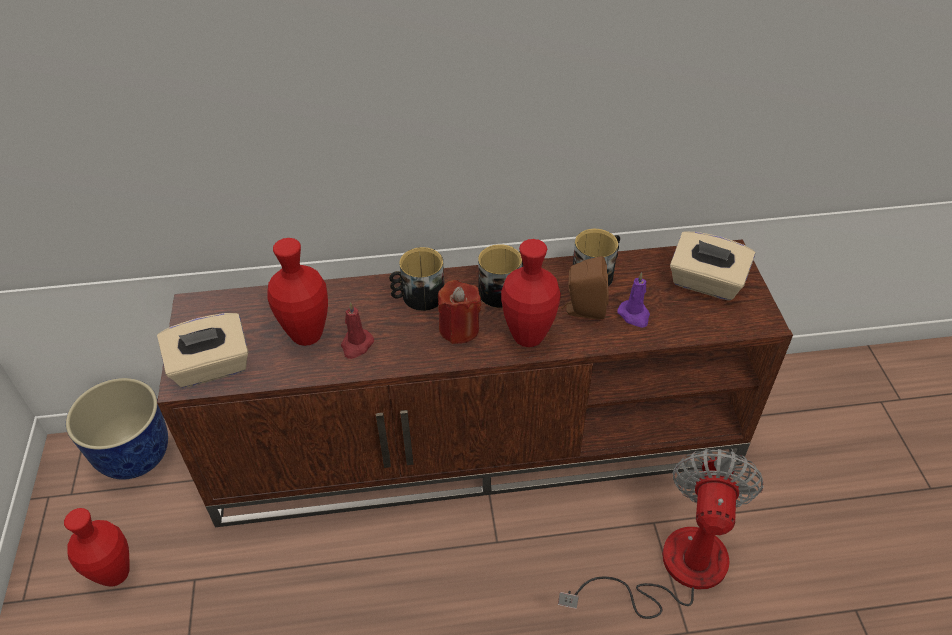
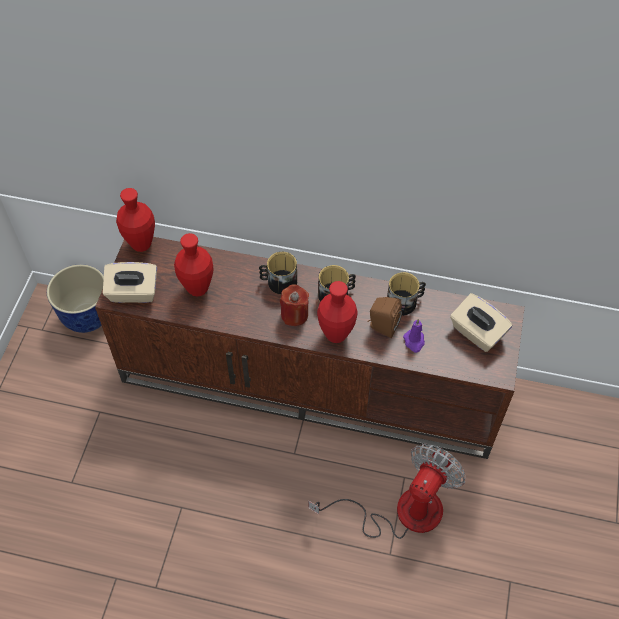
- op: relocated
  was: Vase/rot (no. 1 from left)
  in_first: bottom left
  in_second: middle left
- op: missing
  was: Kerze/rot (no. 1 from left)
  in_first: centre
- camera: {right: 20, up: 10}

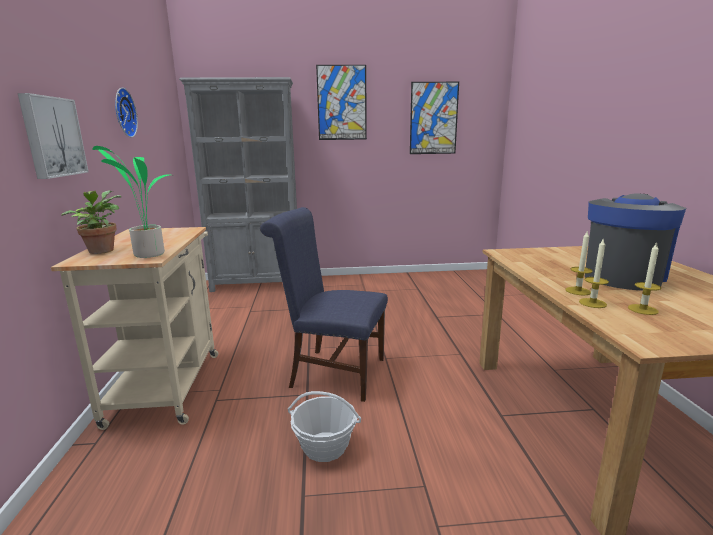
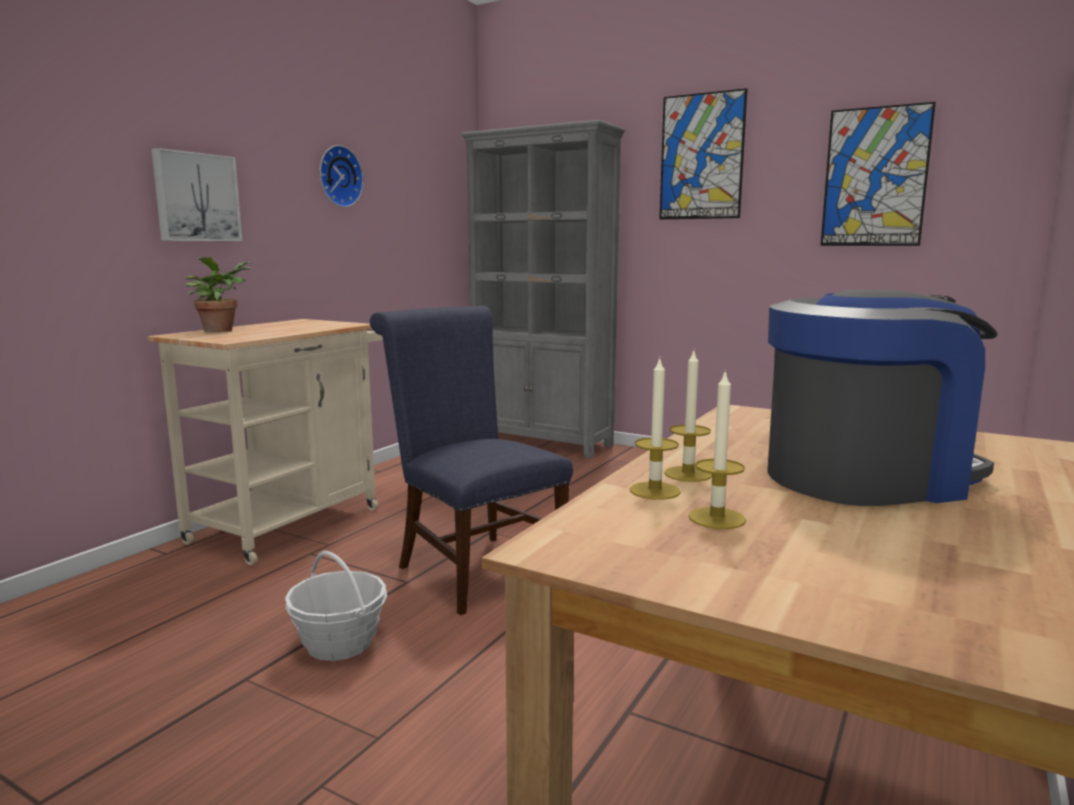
- op: missing
  was: Topfpflanze (no. 2 from left)
  in_first: middle left
- camera: {right: 35, up: -5}

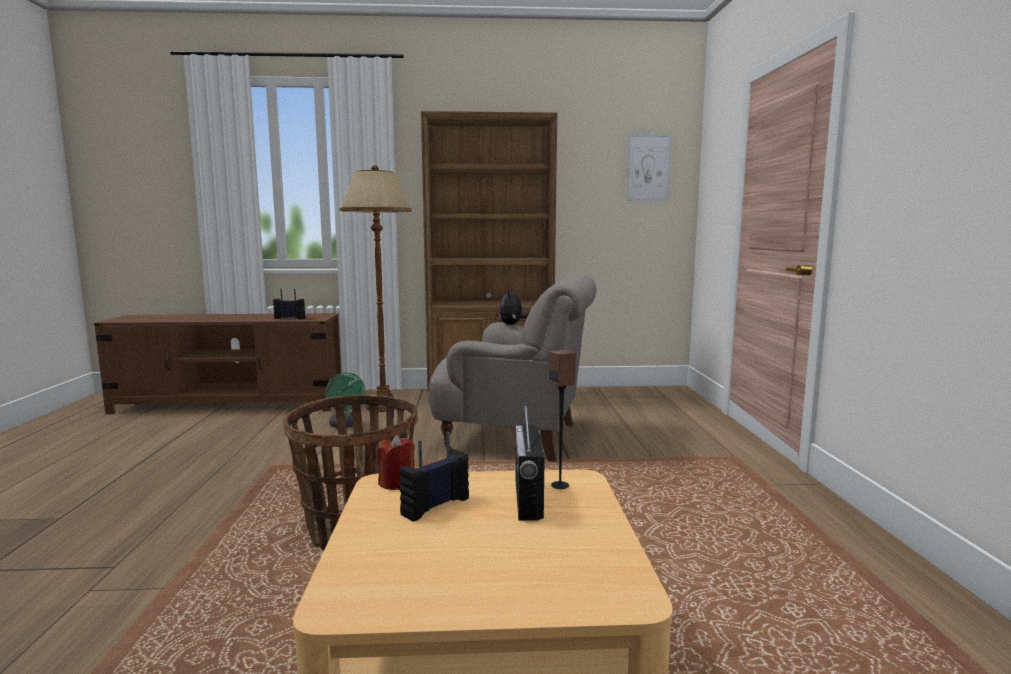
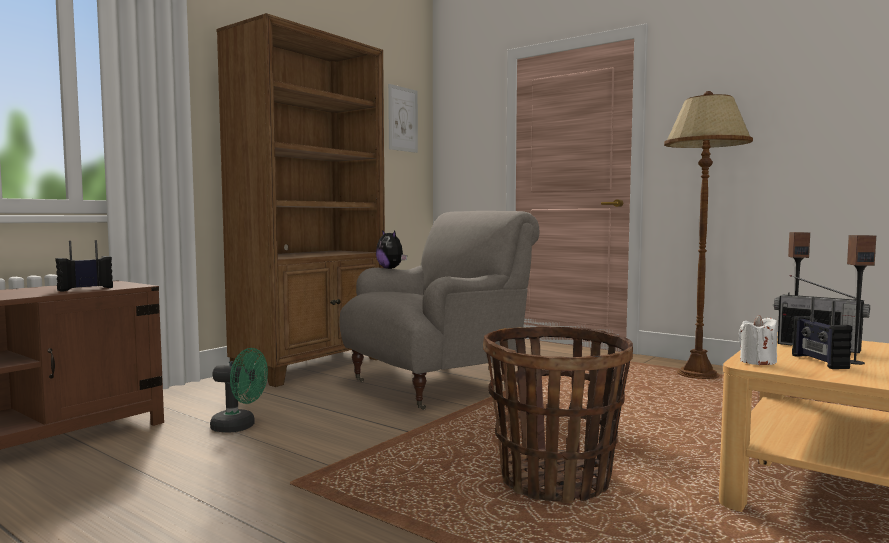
- op: relocated
  was: Stehlampe/braun
  in_first: centre
  in_second: middle right
- op: colour
  was: Kerze/rot
  now: Kerze/weiß
  in_first: bottom centre
  in_second: middle right
- op: appeared
  now: Lautsprecher (no. 2 from left)
  in_second: middle right
- camera: {right: -50, up: -5}

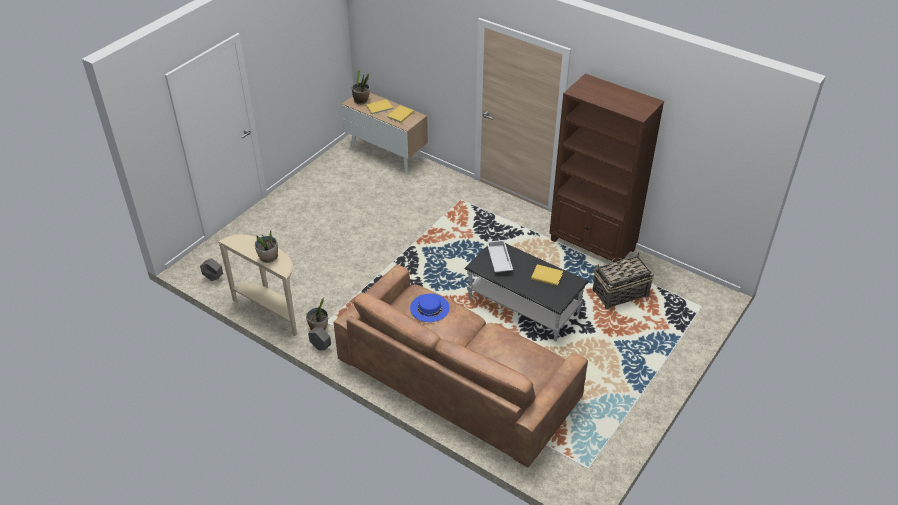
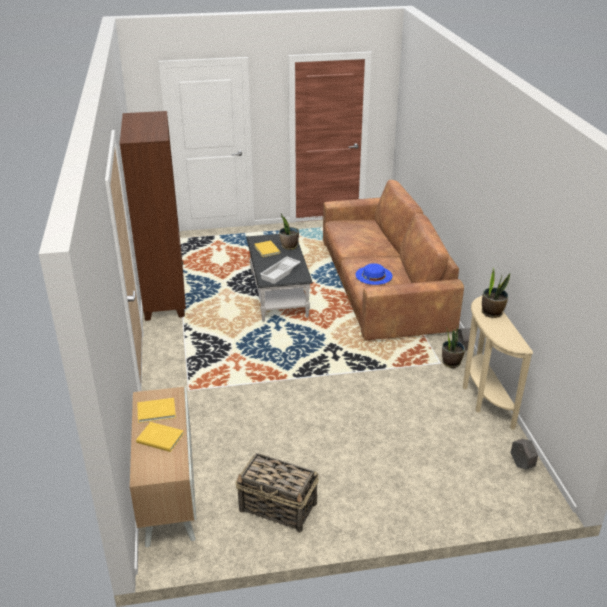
- op: relocated
  was: Topfpflanze (no. 3 from left in the first image)
  now: Topfpflanze (no. 1 from left)
  in_first: top centre
  in_second: centre
- op: relocated
  was: Korb
  in_first: middle right
  in_second: bottom centre
- camera: {right: -135, up: -10}

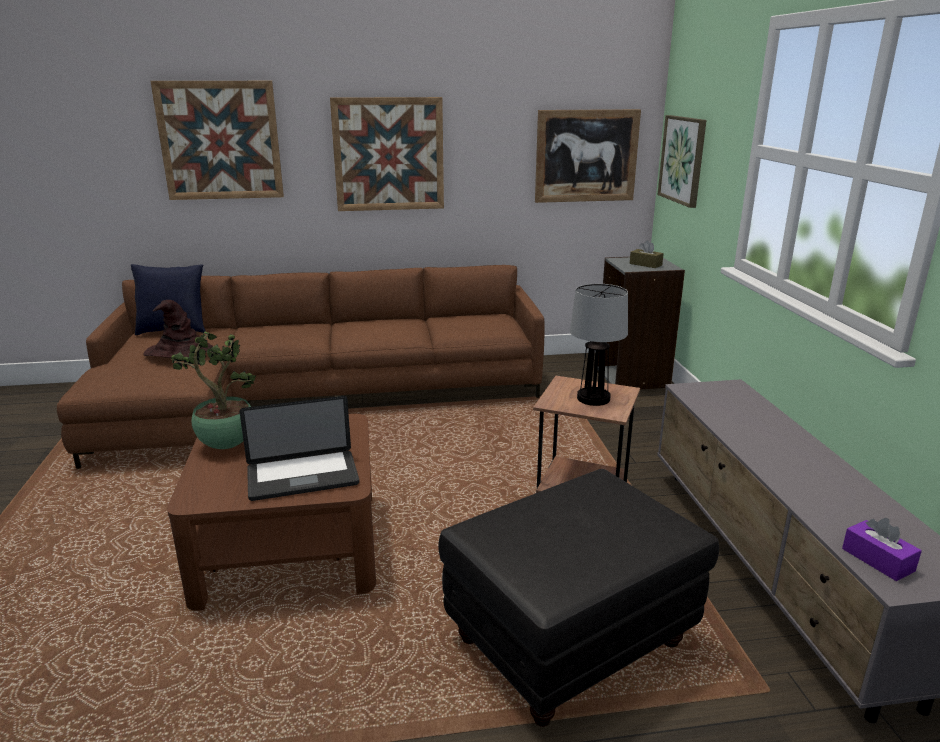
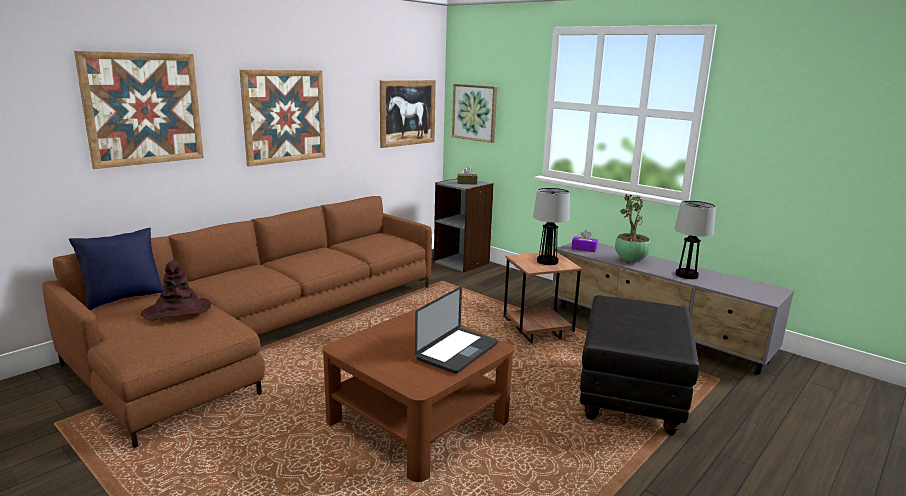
- op: relocated
  was: Topfpflanze
  in_first: middle left
  in_second: middle right
- op: relocated
  was: Taschentuchbox/lila
  in_first: bottom right
  in_second: centre
- op: appeared
  now: Tischlampe (no. 2 from left)
  in_second: middle right
- camera: {right: -40, up: -5}

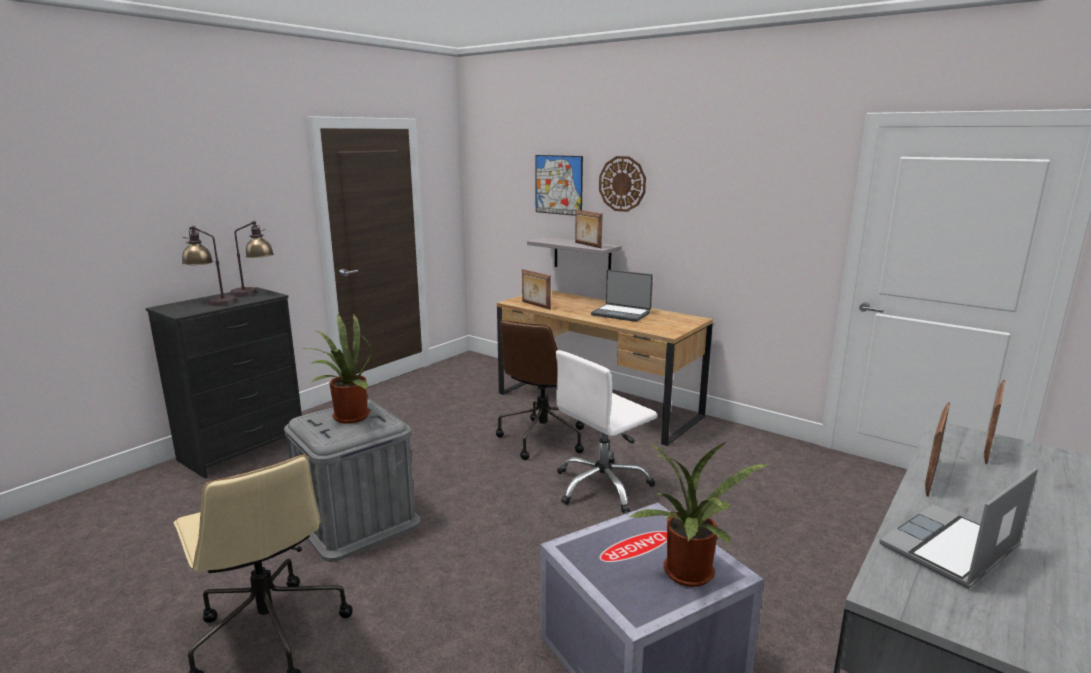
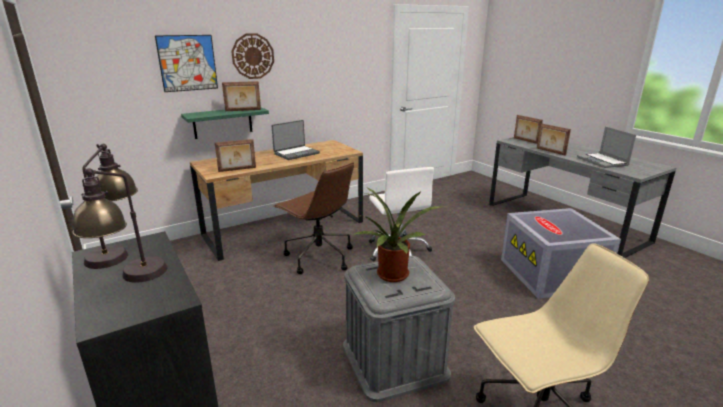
- op: colour
  was: Wandregal/grau
  now: Wandregal/grün
  in_first: centre
  in_second: top left
- op: missing
  was: Topfpflanze (no. 2 from left)
  in_first: bottom centre
- camera: {right: -70, up: 5}

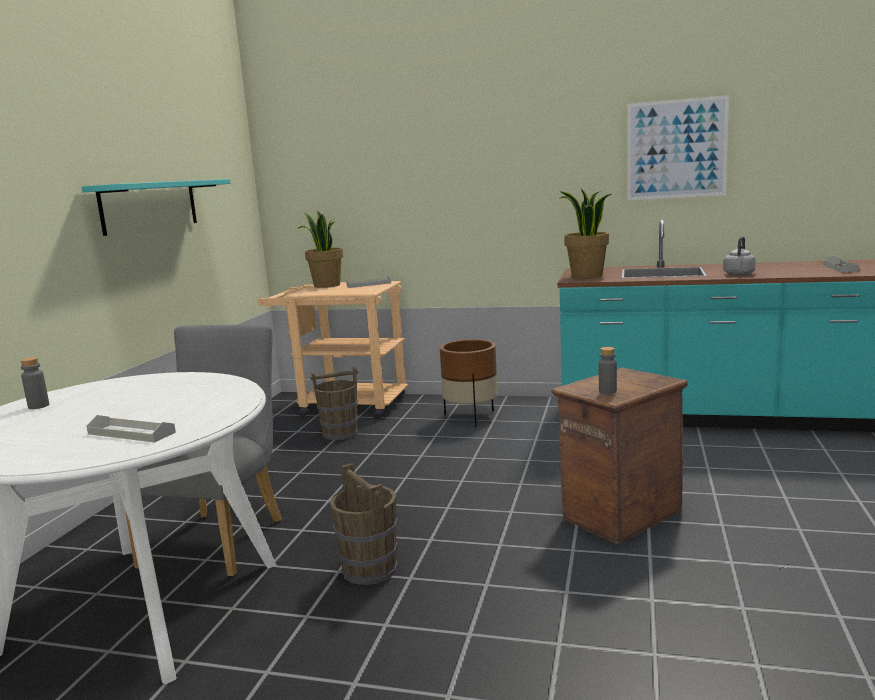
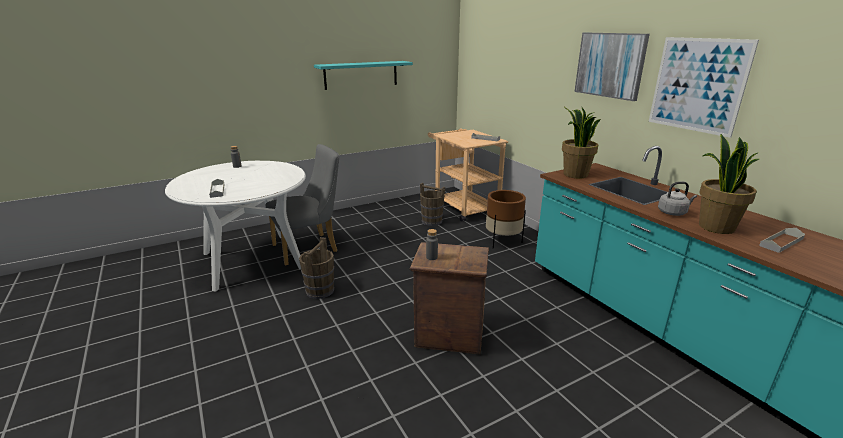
- op: relocated
  was: Topfpflanze (no. 1 from left in the first image)
  now: Topfpflanze (no. 2 from left)
  in_first: centre
  in_second: middle right
- op: appeared
  now: Bild (no. 1 from left)
  in_second: top right
- camera: {right: 45, up: 10}

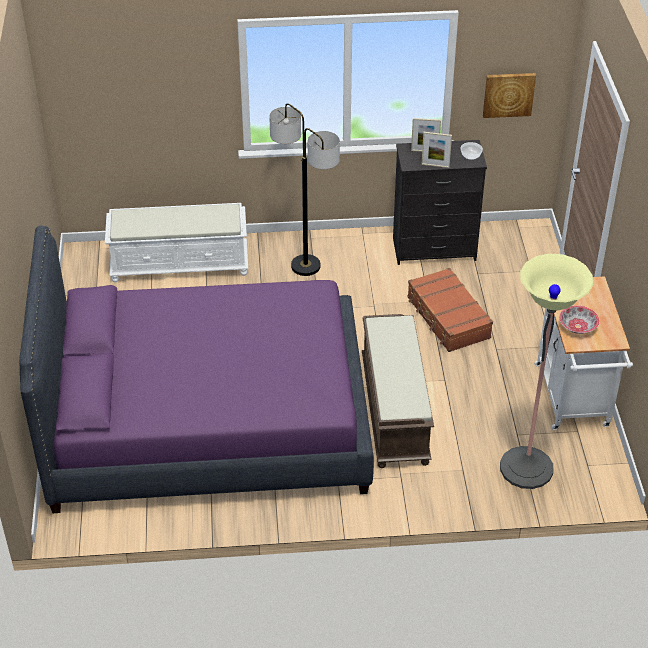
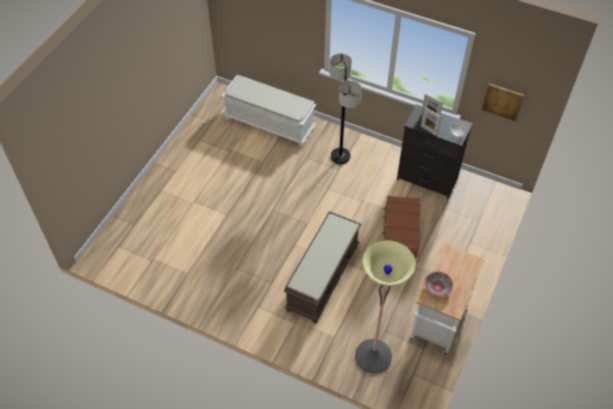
- op: missing
  was: Bett/lila
  in_first: middle left
- camera: {right: 30, up: 10}

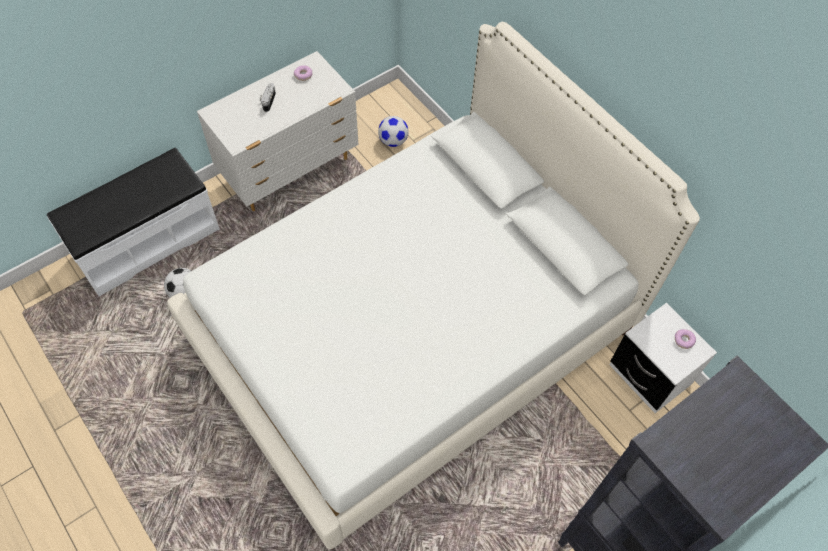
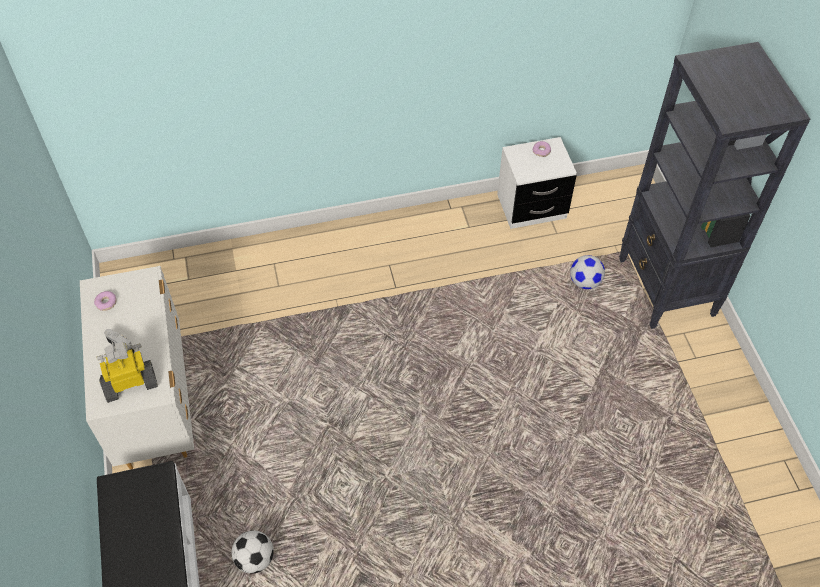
- op: missing
  was: Bett/weiß
  in_first: centre
- op: relocated
  was: Fußball (no. 2 from left)
  in_first: top centre
  in_second: middle right
- op: appeared
  now: Spielzeugroboter
  in_second: middle left
- camera: {right: -65, up: -5}

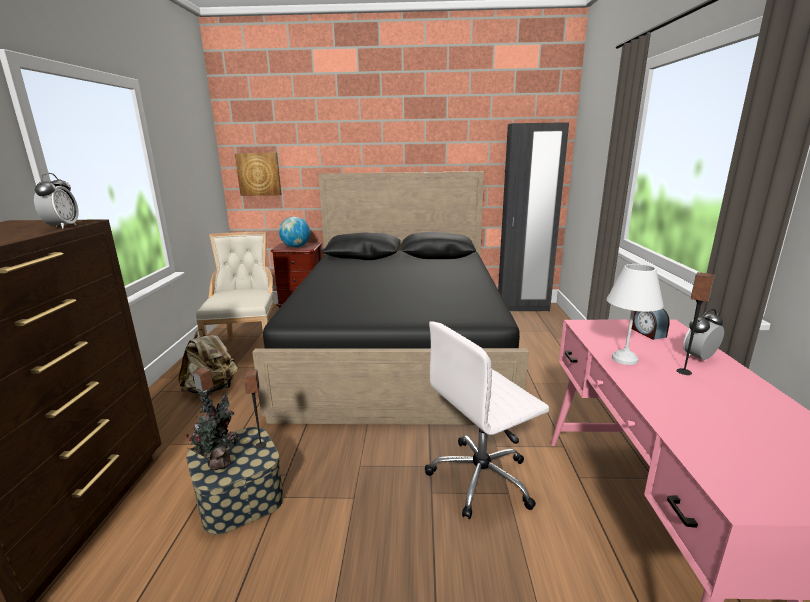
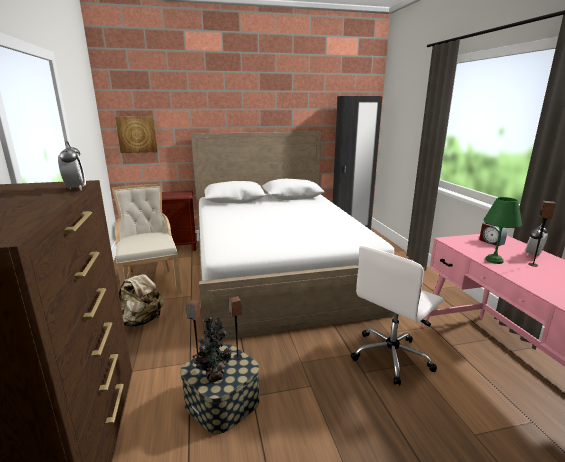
- op: colour
  was: Bett/schwarz
  now: Bett/weiß
  in_first: centre
  in_second: centre
- op: missing
  was: Globus
  in_first: centre
- op: colour
  was: Tischlampe/weiß
  now: Tischlampe/grün
  in_first: middle right
  in_second: middle right
- camera: {right: -15, up: 0}

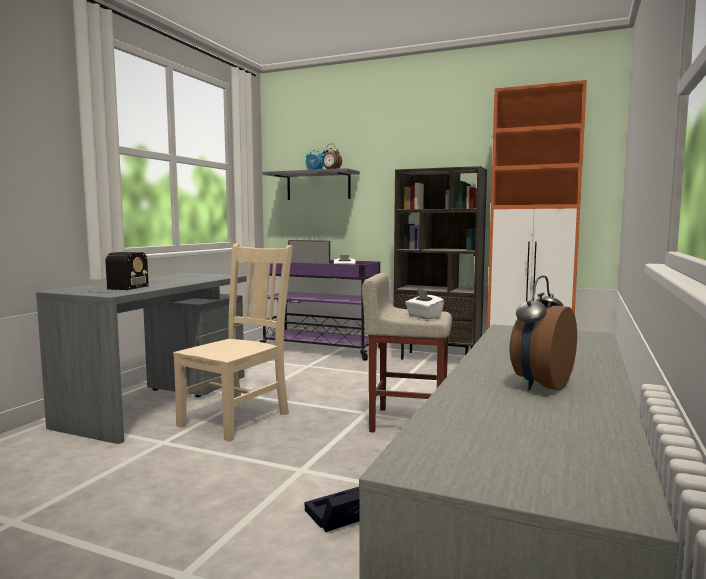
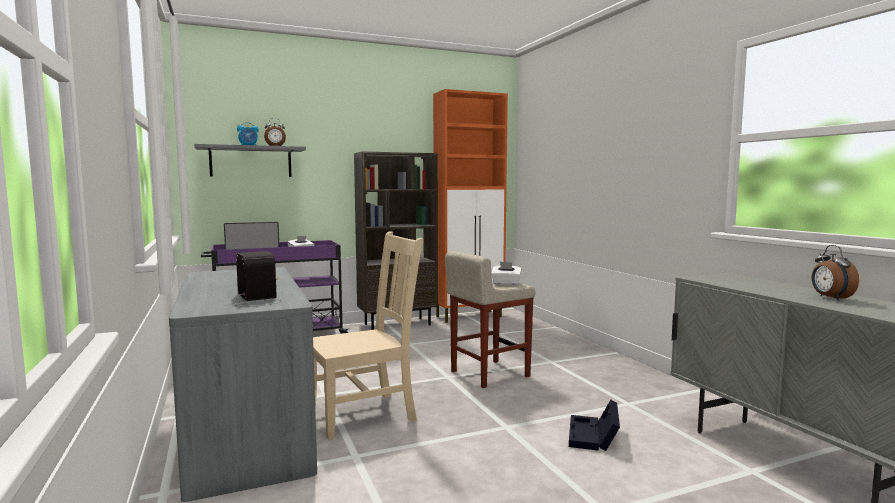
- op: spun
  was: Stuhl/beige
  in_first: middle left
  in_second: centre
  clockwise: 75
- camera: {right: -45, up: 0}

